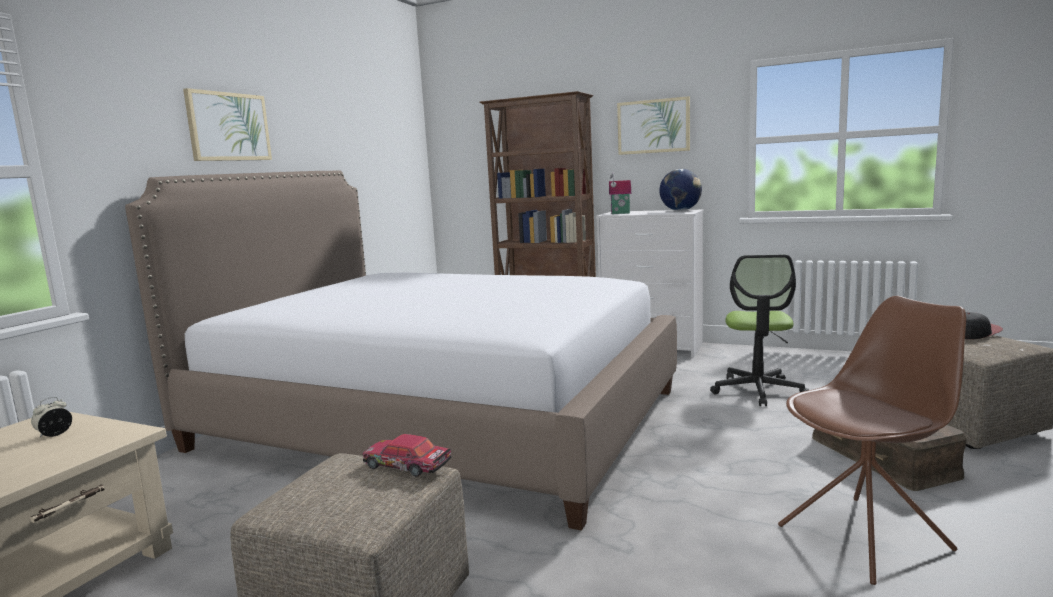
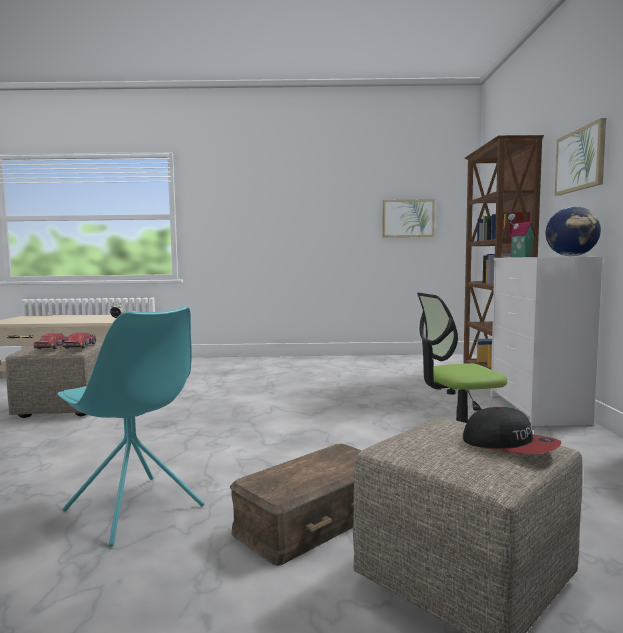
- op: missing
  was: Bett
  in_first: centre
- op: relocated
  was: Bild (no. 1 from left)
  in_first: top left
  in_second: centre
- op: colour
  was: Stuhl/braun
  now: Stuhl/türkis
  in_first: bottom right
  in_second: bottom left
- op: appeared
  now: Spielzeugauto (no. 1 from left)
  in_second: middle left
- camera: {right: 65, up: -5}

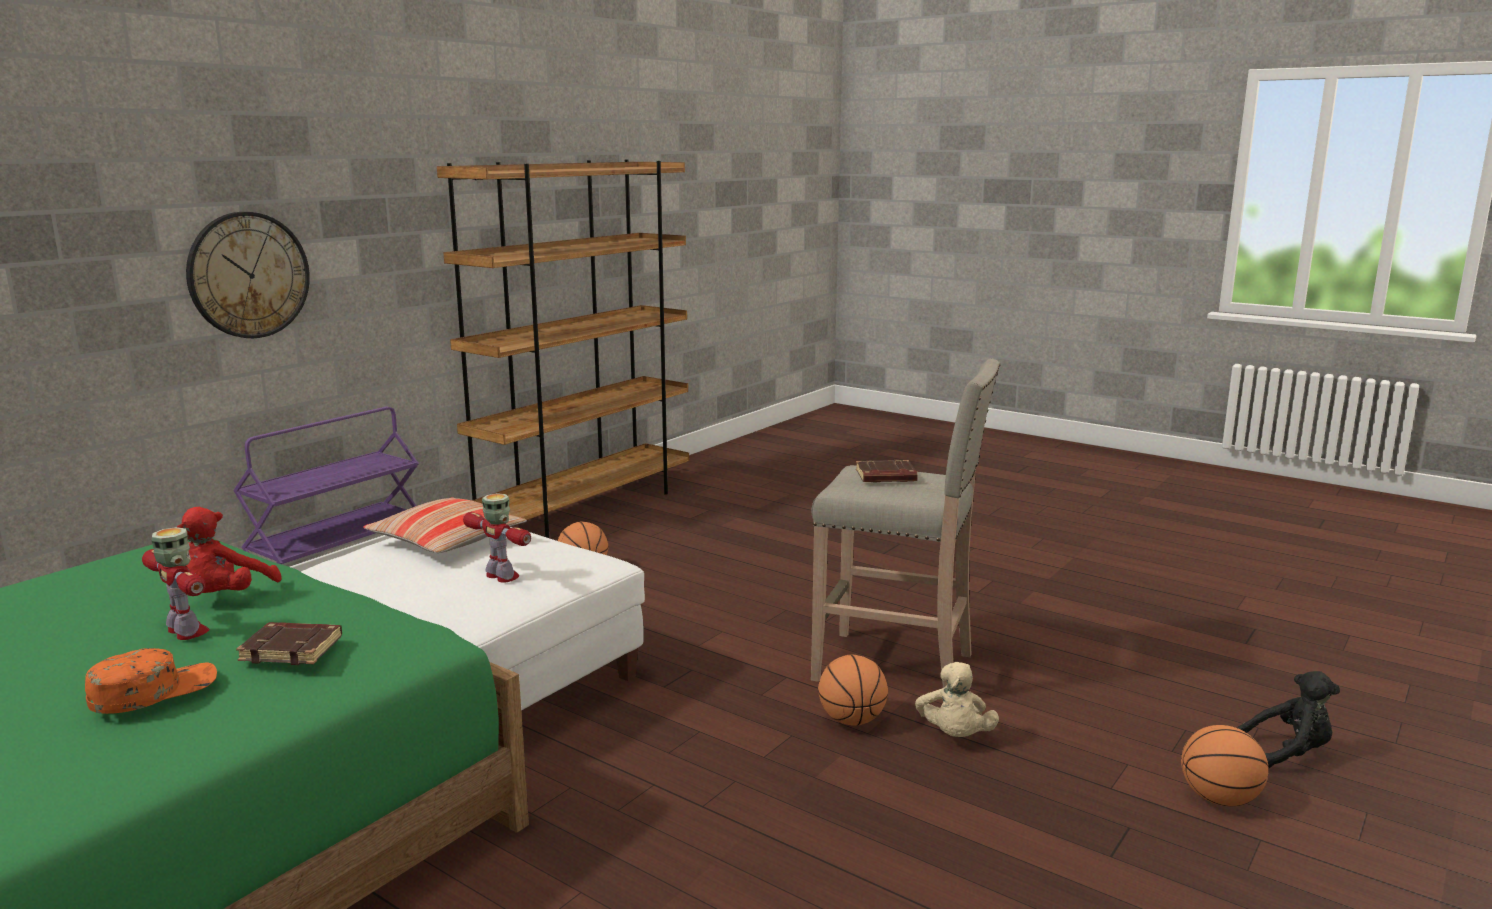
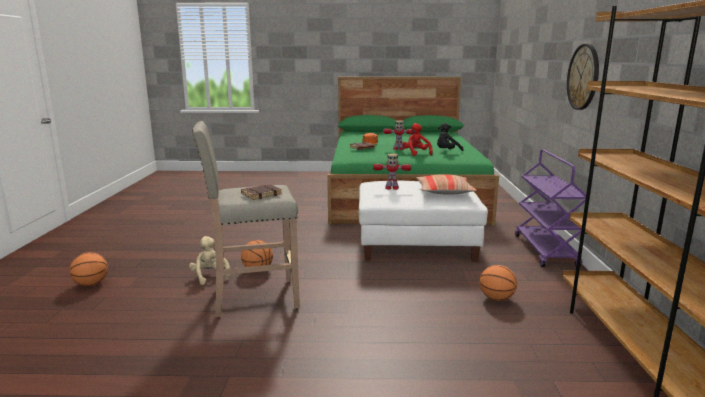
- op: relocated
  was: Plüschtier/schwarz
  in_first: bottom right
  in_second: centre
- camera: {right: 145, up: 0}

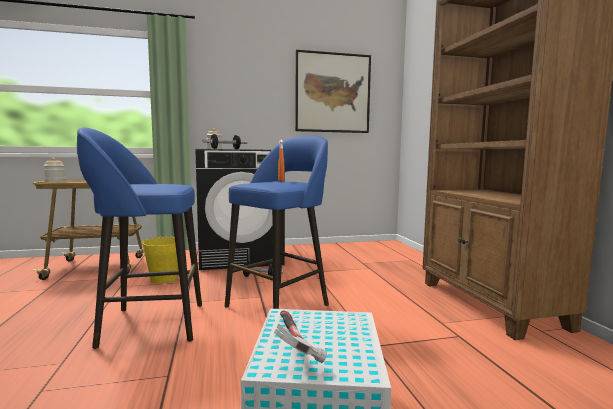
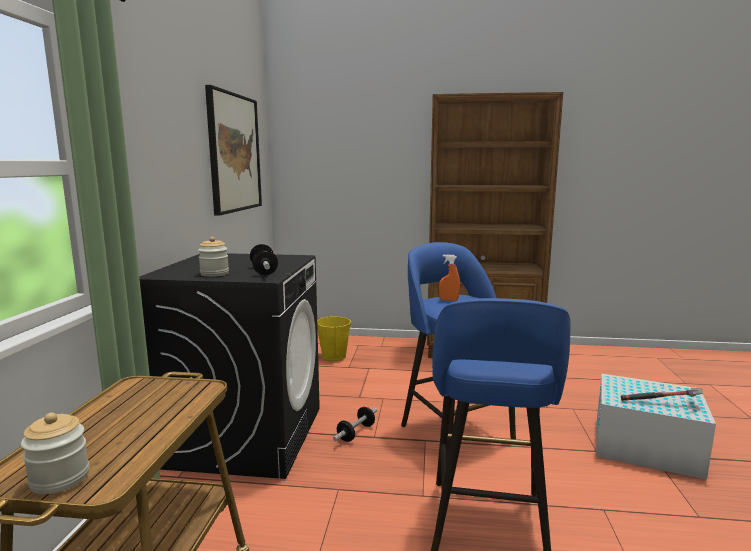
- op: relocated
  was: Eimer/gelb
  in_first: middle left
  in_second: centre
- camera: {right: -70, up: 5}

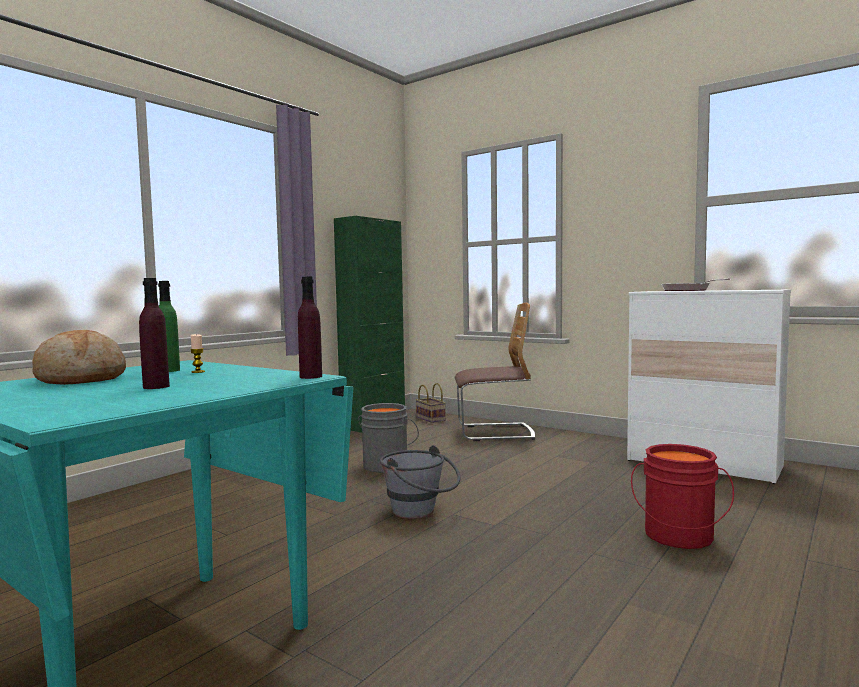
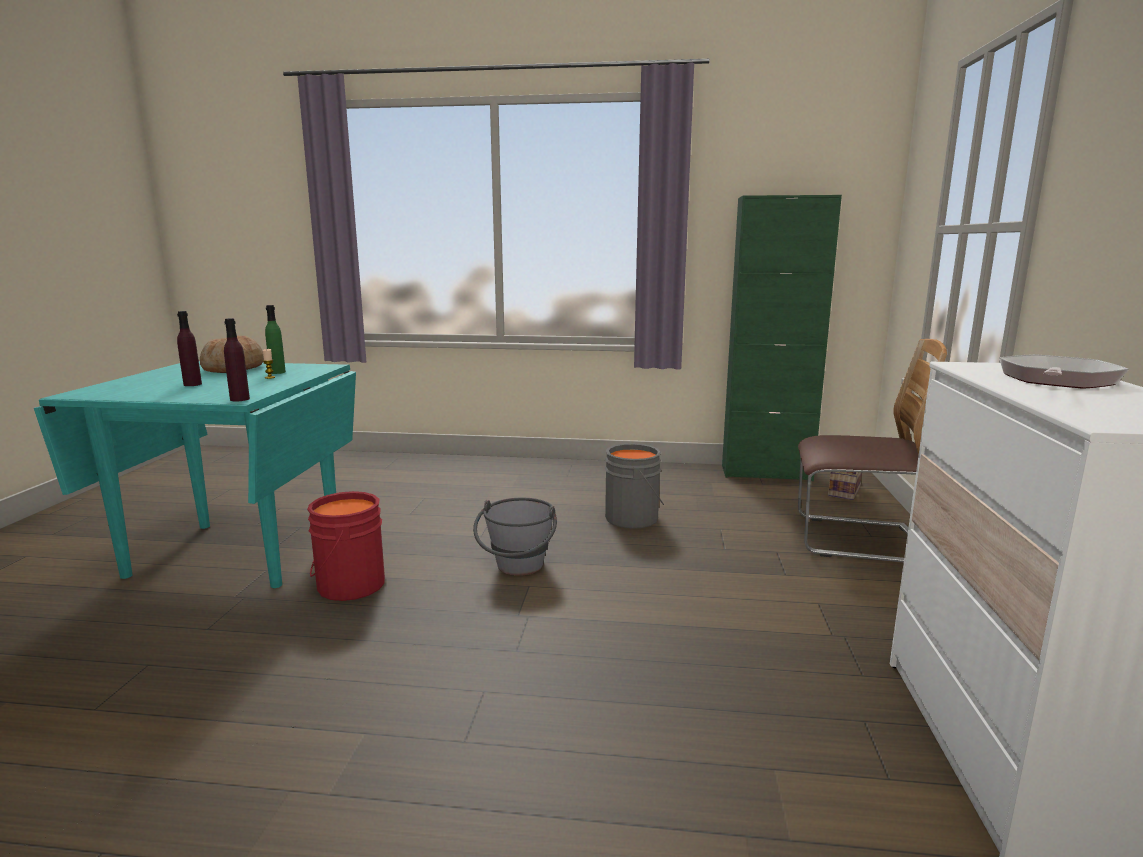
- op: spun
  was: Stuhl
  in_first: centre
  in_second: middle right
  clockwise: -45
- op: relocated
  was: Eimer/rot
  in_first: bottom right
  in_second: middle left
- camera: {right: 60, up: 10}

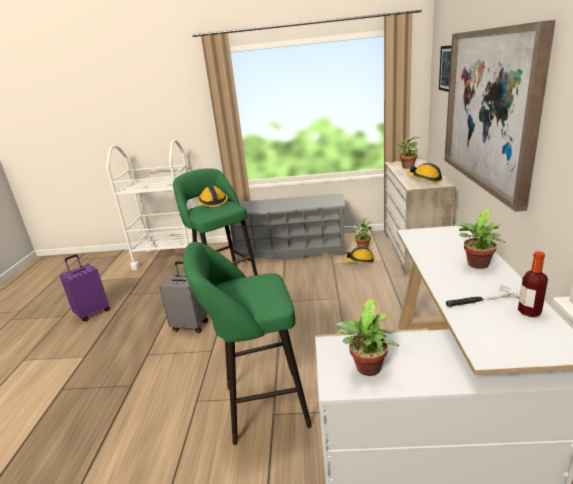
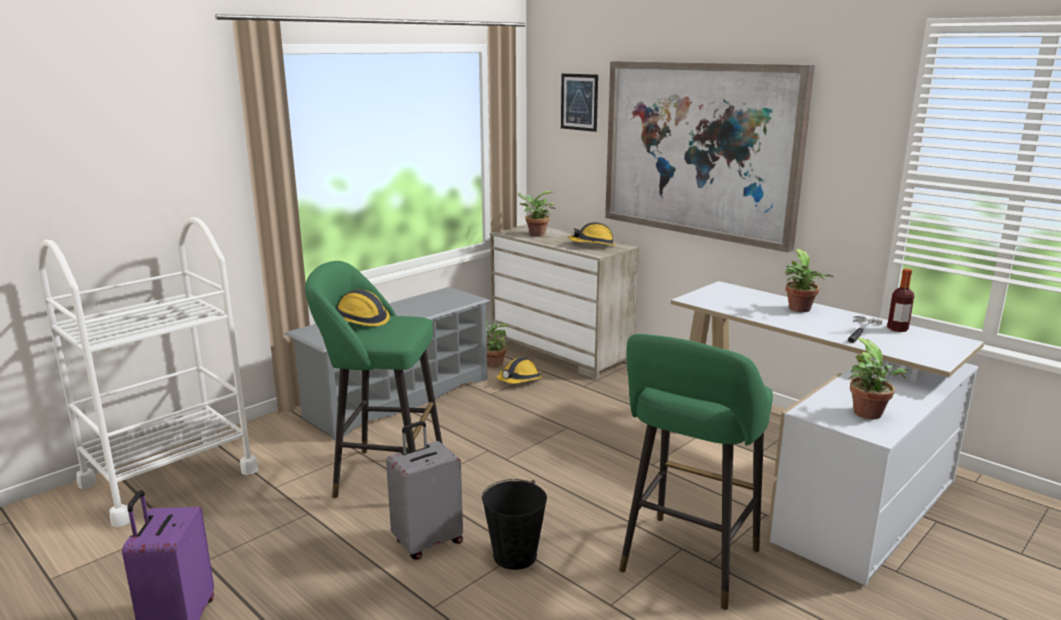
- op: appeared
  now: Eimer/schwarz
  in_second: bottom centre
- camera: {right: -50, up: -5}

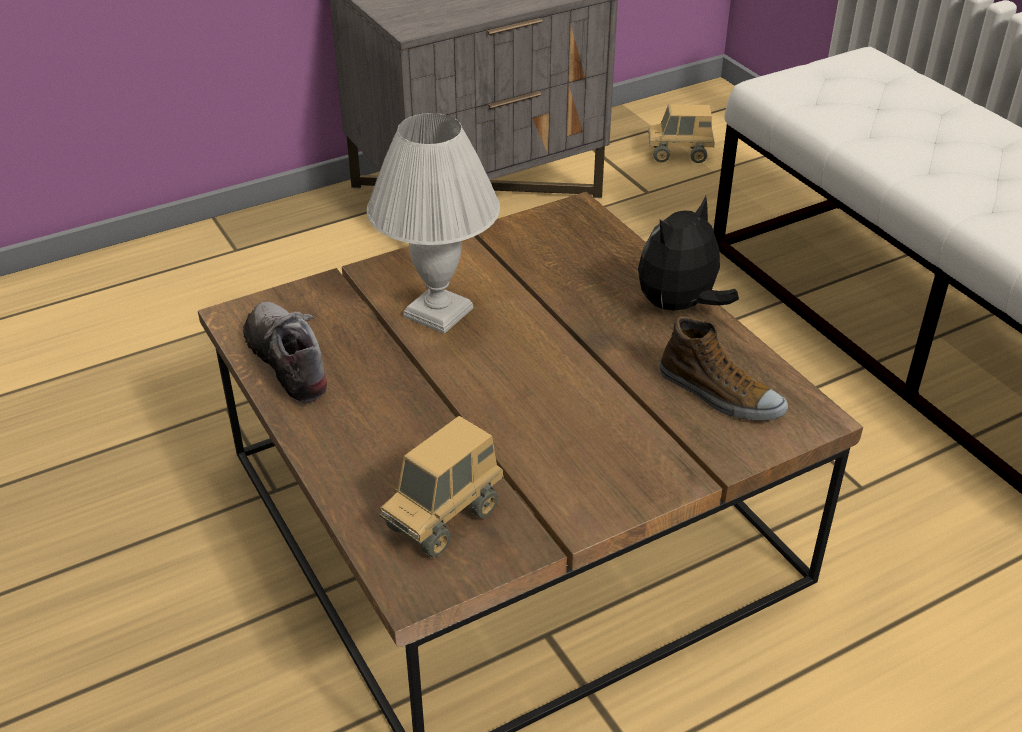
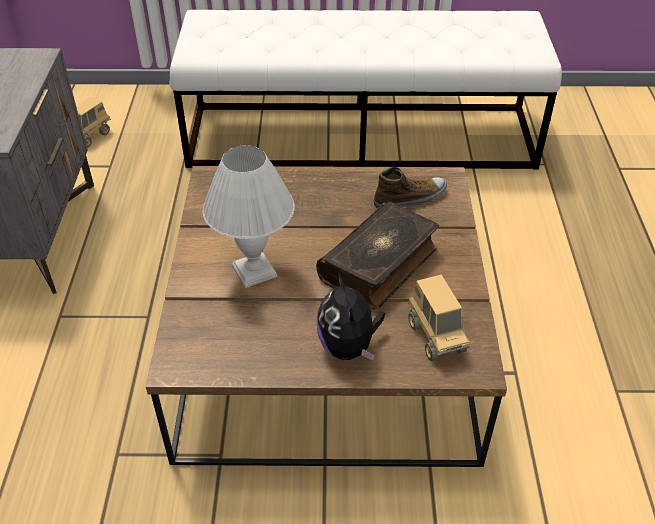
- op: missing
  was: Schuh (no. 1 from left)
  in_first: middle left
- op: relocated
  was: Plüschtier
  in_first: middle right
  in_second: centre
- op: appeared
  now: Buch
  in_second: centre
- camera: {right: -60, up: 5}

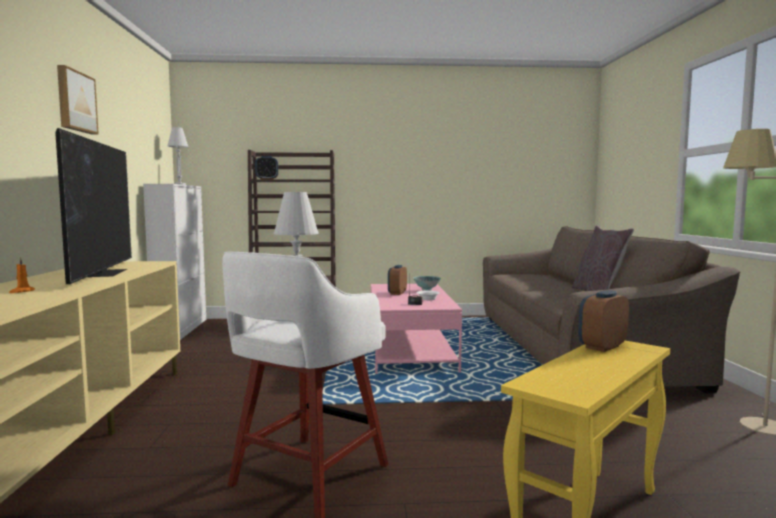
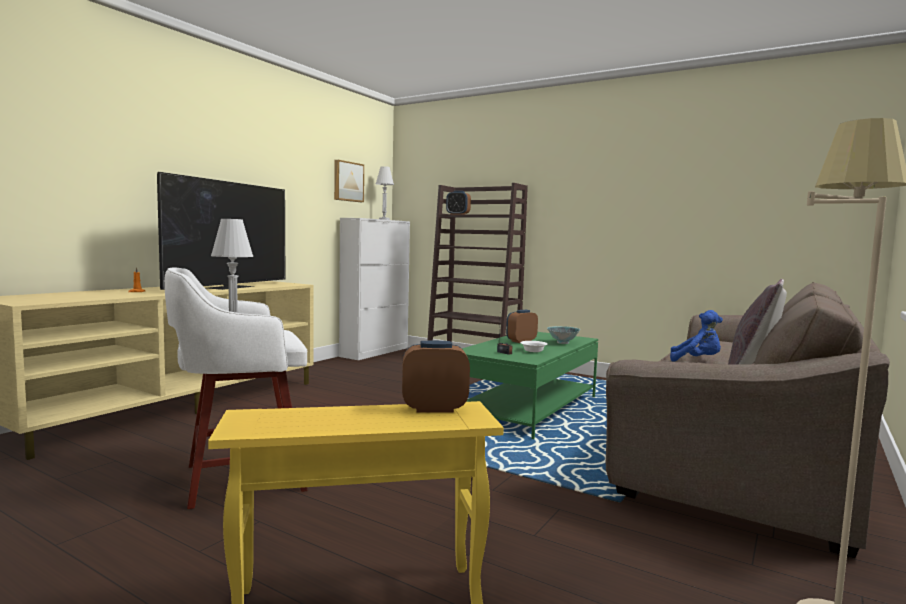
- op: relocated
  was: Bild
  in_first: top left
  in_second: top centre
- op: colour
  was: Couchtisch/rosa
  now: Couchtisch/grün
  in_first: centre
  in_second: centre
- op: appeared
  now: Plüschtier/blau
  in_second: middle right
- camera: {right: 35, up: 0}

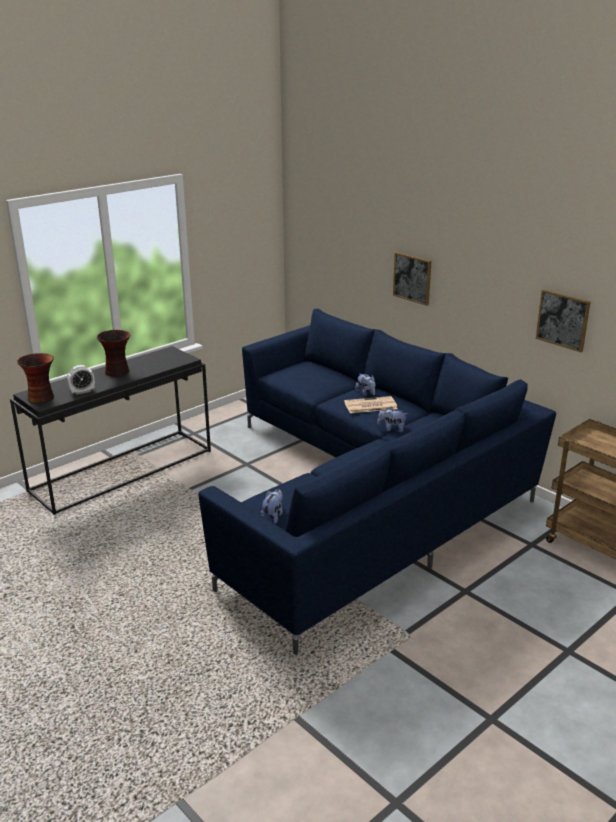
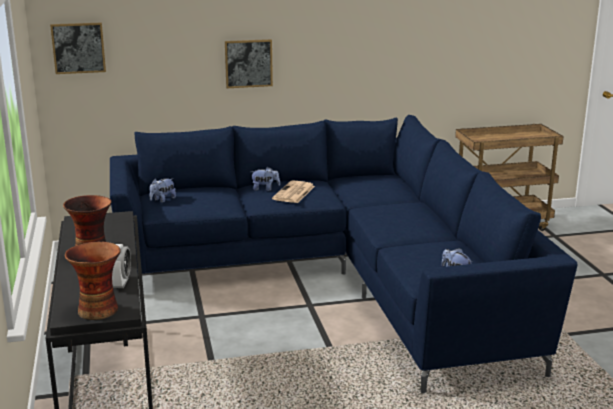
- op: relocated
  was: Plüschtier (no. 3 from left in the first image)
  now: Plüschtier (no. 1 from left)
  in_first: centre
  in_second: middle left
- op: relocated
  was: Bild (no. 2 from left in the first image)
  now: Bild (no. 1 from left)
  in_first: middle right
  in_second: top left
- camera: {right: -60, up: -5}

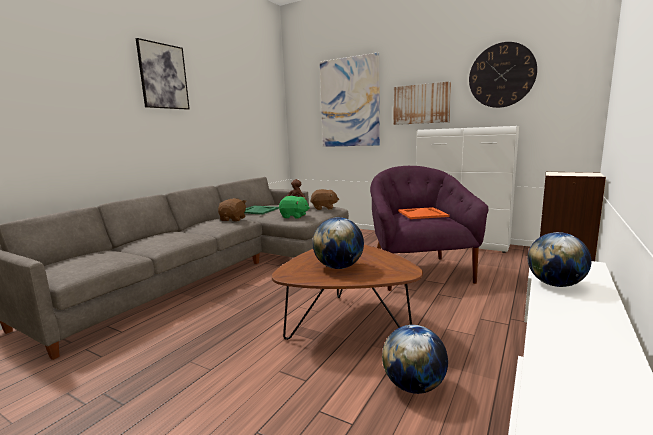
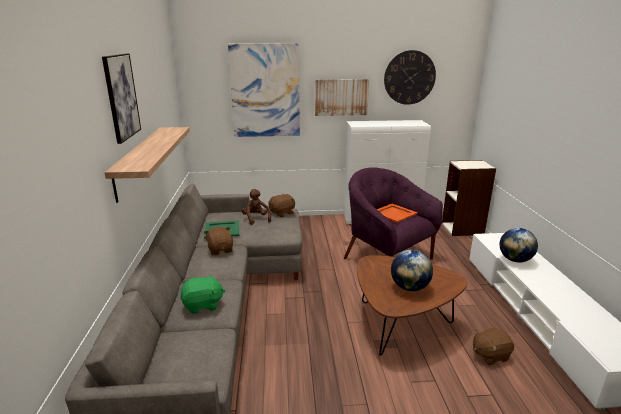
- op: relocated
  was: Plüschtier/grün
  in_first: centre
  in_second: bottom left
- op: exchanged
  was: Globus (no. 2 from left)
  now: Plüschtier/braun (no. 4 from left)
  in_first: bottom centre
  in_second: bottom right
- op: appeared
  now: Wandregal
  in_second: middle left
- camera: {right: -35, up: 10}

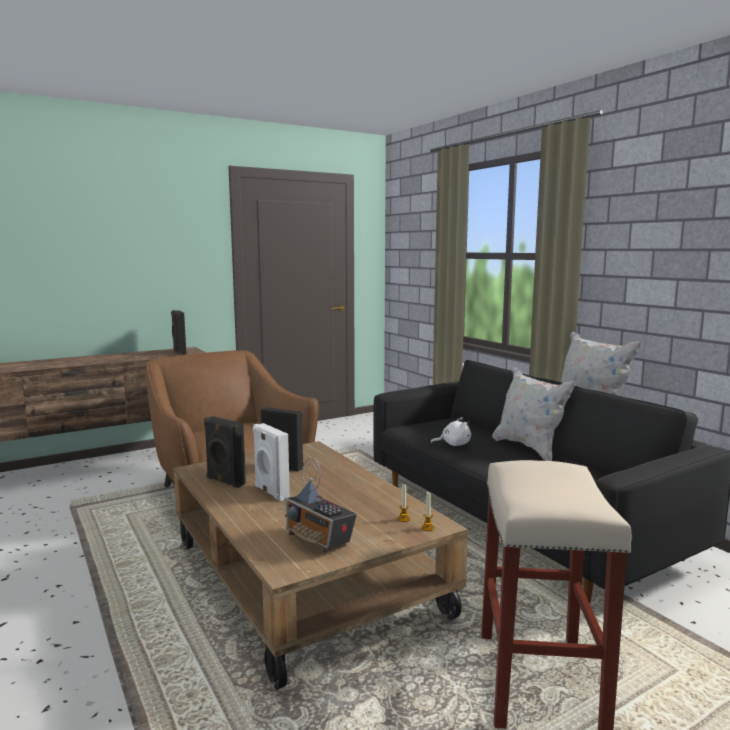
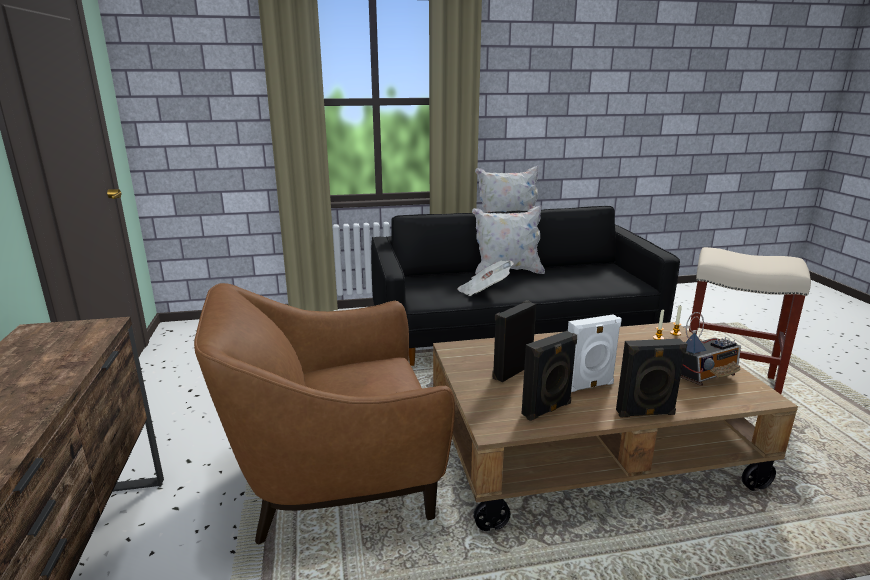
- op: relocated
  was: Lautsprecher/schwarz (no. 1 from left in the first image)
  now: Lautsprecher/schwarz (no. 3 from left)
  in_first: middle left
  in_second: middle right
- op: exchanged
  was: Plüschtier/weiß
  now: Zeitung
  in_first: centre
  in_second: centre
- camera: {right: -70, up: 10}

